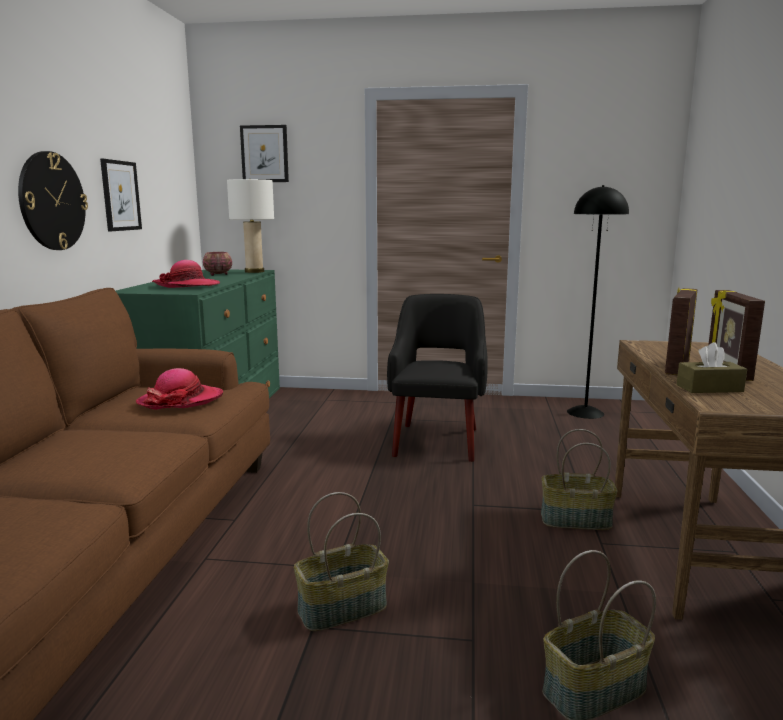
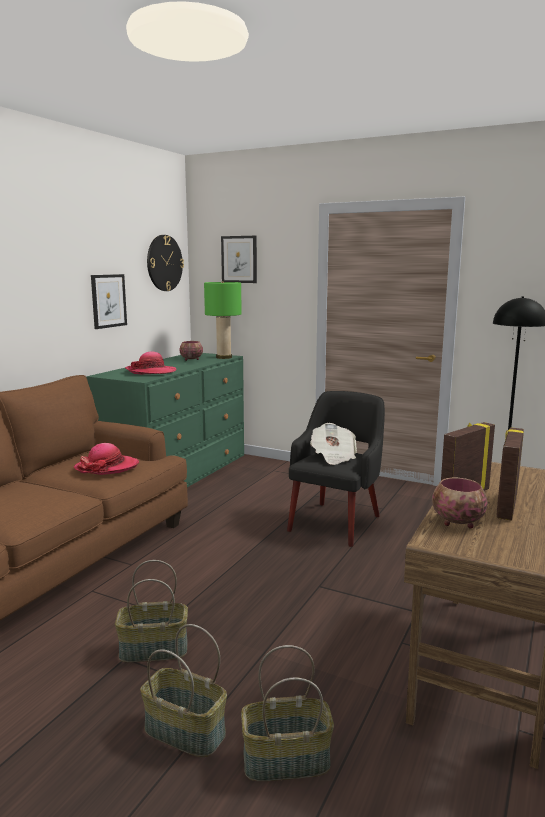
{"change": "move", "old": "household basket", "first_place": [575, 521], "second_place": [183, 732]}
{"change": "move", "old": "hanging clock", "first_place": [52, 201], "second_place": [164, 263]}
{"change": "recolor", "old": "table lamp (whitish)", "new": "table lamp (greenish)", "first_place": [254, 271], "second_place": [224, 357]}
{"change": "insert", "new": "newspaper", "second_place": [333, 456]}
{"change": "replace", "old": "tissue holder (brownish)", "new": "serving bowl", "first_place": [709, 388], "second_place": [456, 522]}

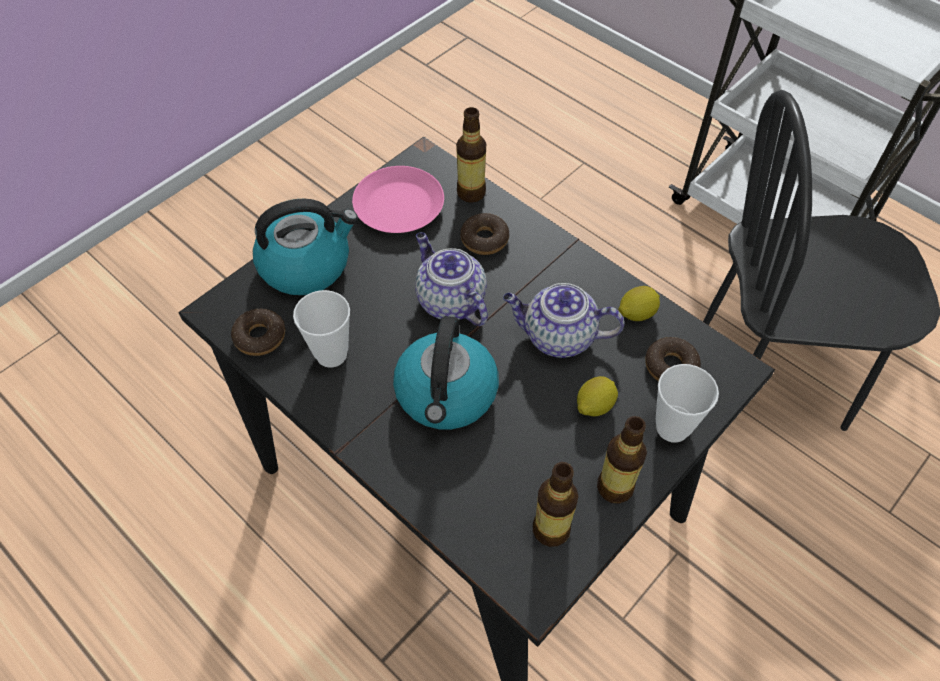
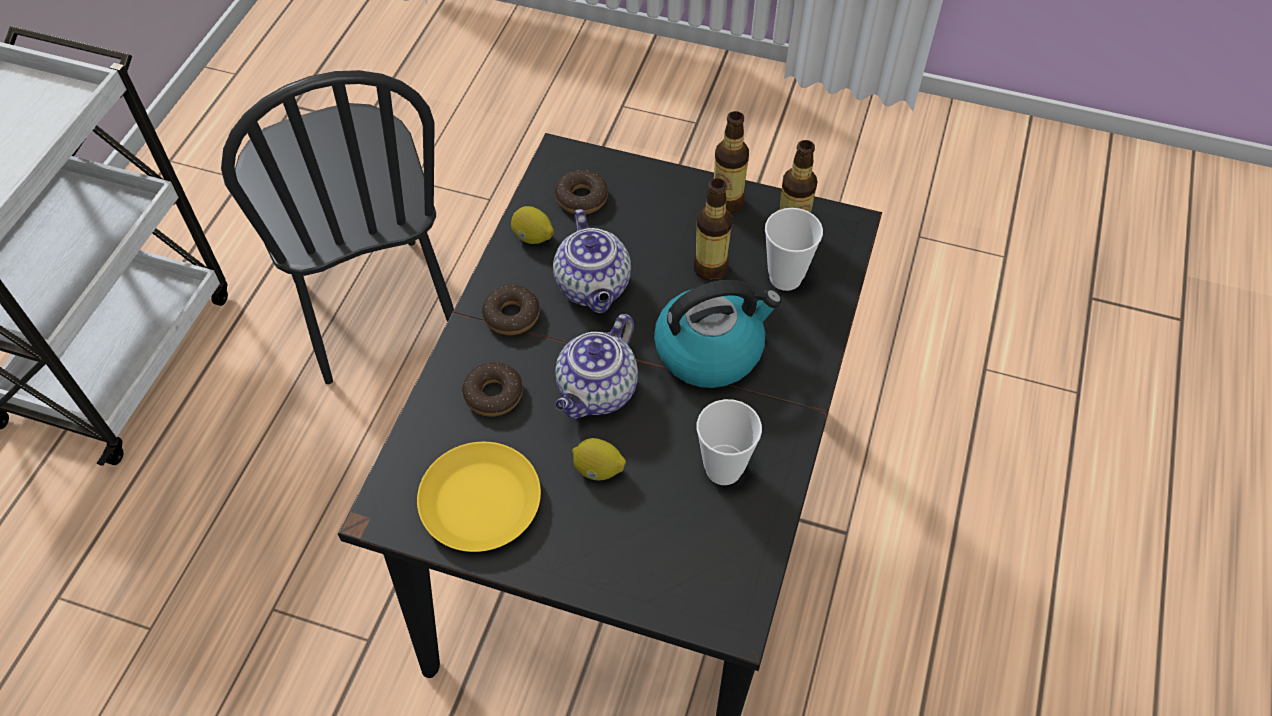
{"change": "recolor", "old": "flat dish (pink-coloured)", "new": "flat dish (yellow-coloured)", "first_place": [400, 207], "second_place": [480, 501]}
{"change": "move", "old": "doughnut", "first_place": [260, 337], "second_place": [511, 315]}
{"change": "move", "old": "whole lemon", "first_place": [594, 406], "second_place": [598, 470]}
{"change": "move", "old": "drink bottle", "first_place": [471, 192], "second_place": [710, 268]}
{"change": "move", "old": "small cup", "first_place": [672, 428], "second_place": [785, 278]}
{"change": "delete", "old": "water kettle", "first_place": [306, 265]}

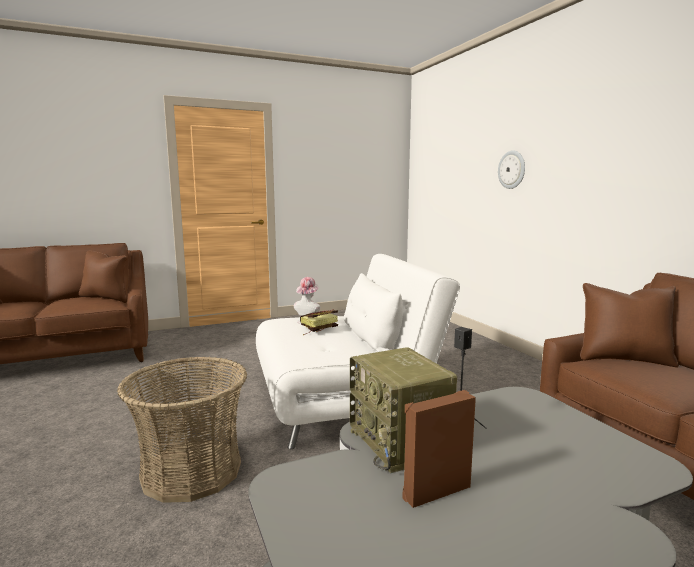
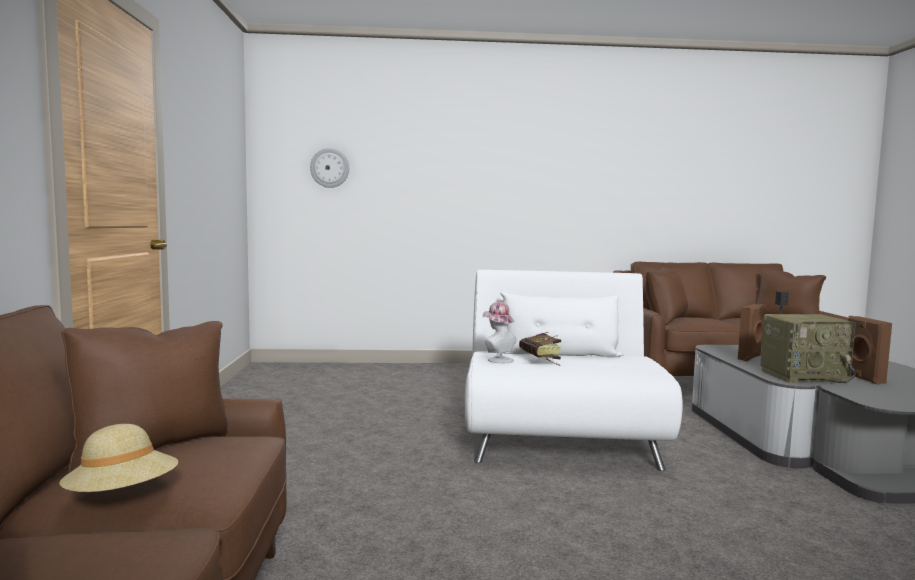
{"change": "insert", "new": "hat (beige-coloured)", "second_place": [122, 496]}
{"change": "move", "old": "hanging clock", "first_place": [512, 169], "second_place": [330, 168]}
{"change": "insert", "new": "loudspeaker (brownish)", "second_place": [750, 358]}
{"change": "delete", "old": "household basket", "first_place": [191, 471]}

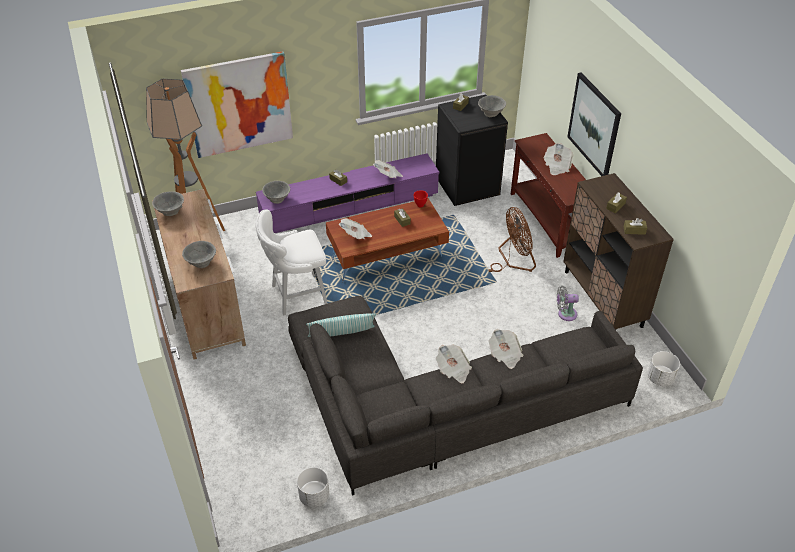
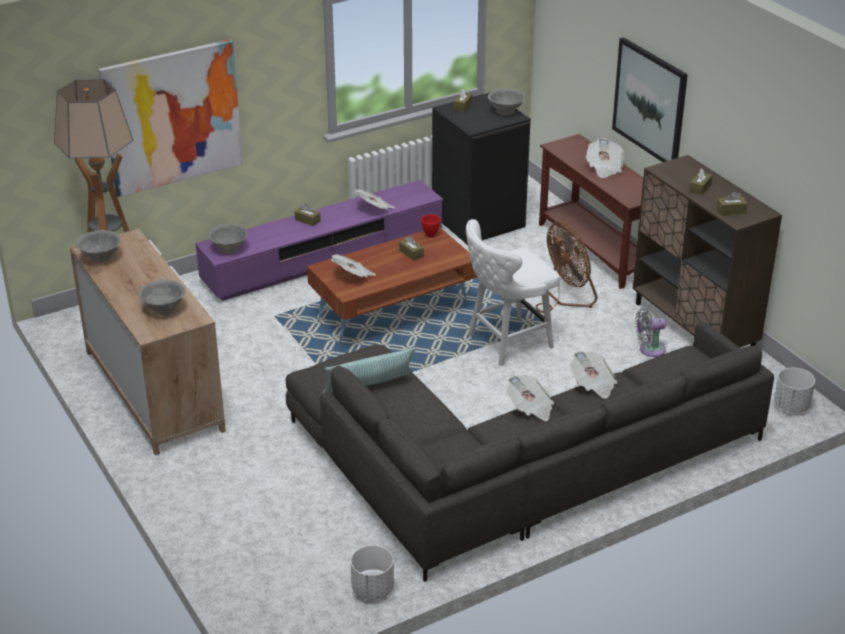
{"change": "move", "old": "sitting stool (whitish)", "first_place": [296, 295], "second_place": [506, 342]}

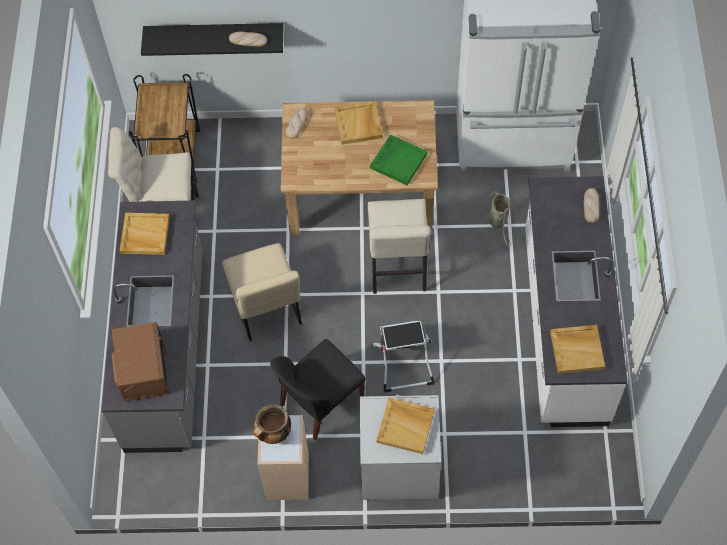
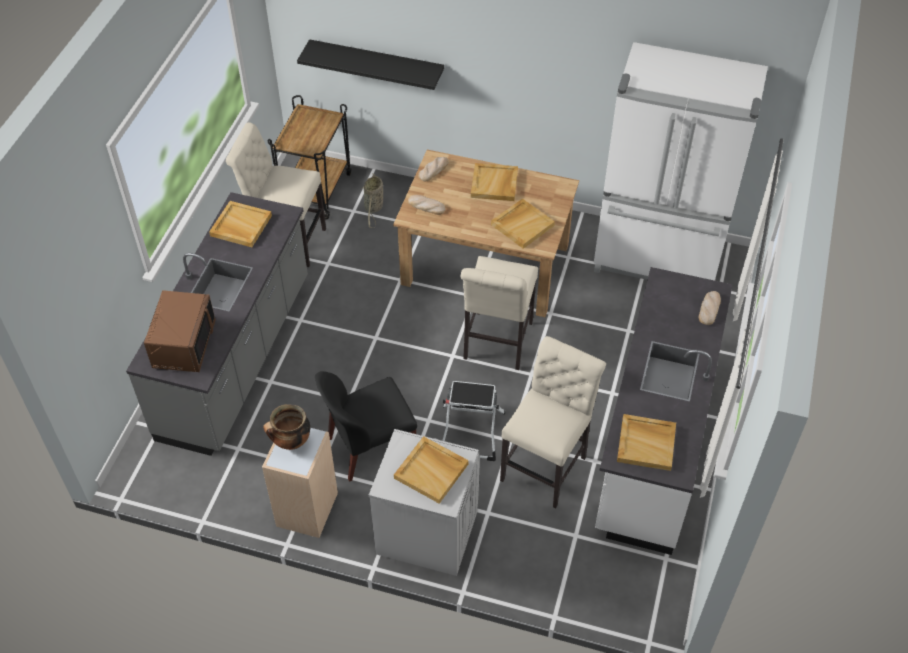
{"change": "move", "old": "household basket", "first_place": [498, 222], "second_place": [373, 208]}
{"change": "move", "old": "bread", "first_place": [248, 40], "second_place": [426, 206]}
{"change": "recolor", "old": "serving tray (greenish)", "new": "serving tray (beige-coloured)", "first_place": [398, 160], "second_place": [522, 224]}
{"change": "insert", "new": "sitting stool (beige-coloured)", "second_place": [547, 465]}
{"change": "delete", "old": "plain chair (beige-coloured)", "first_place": [266, 307]}

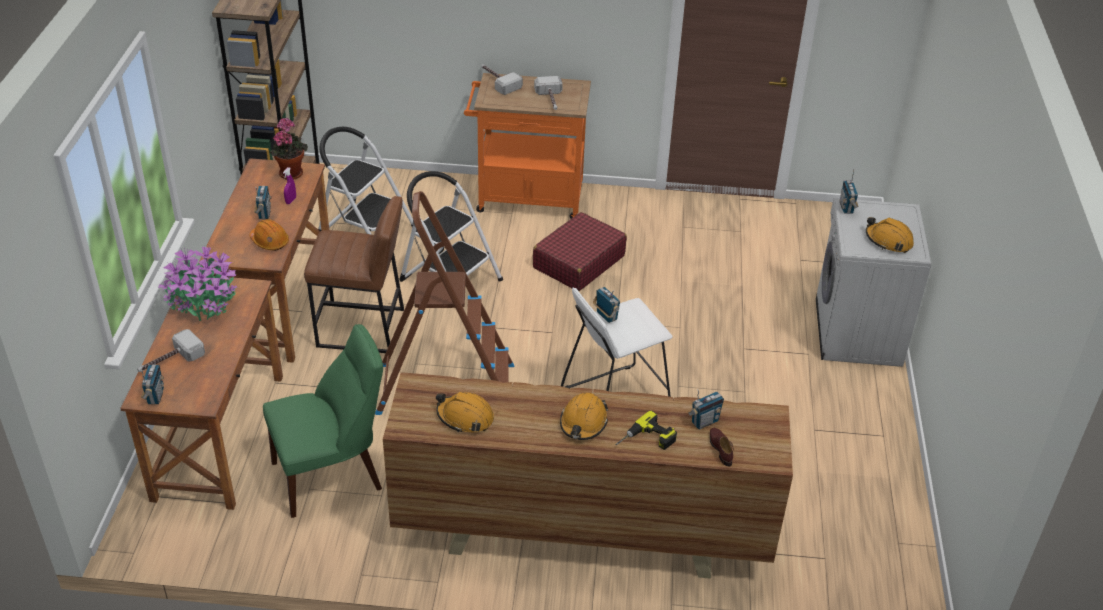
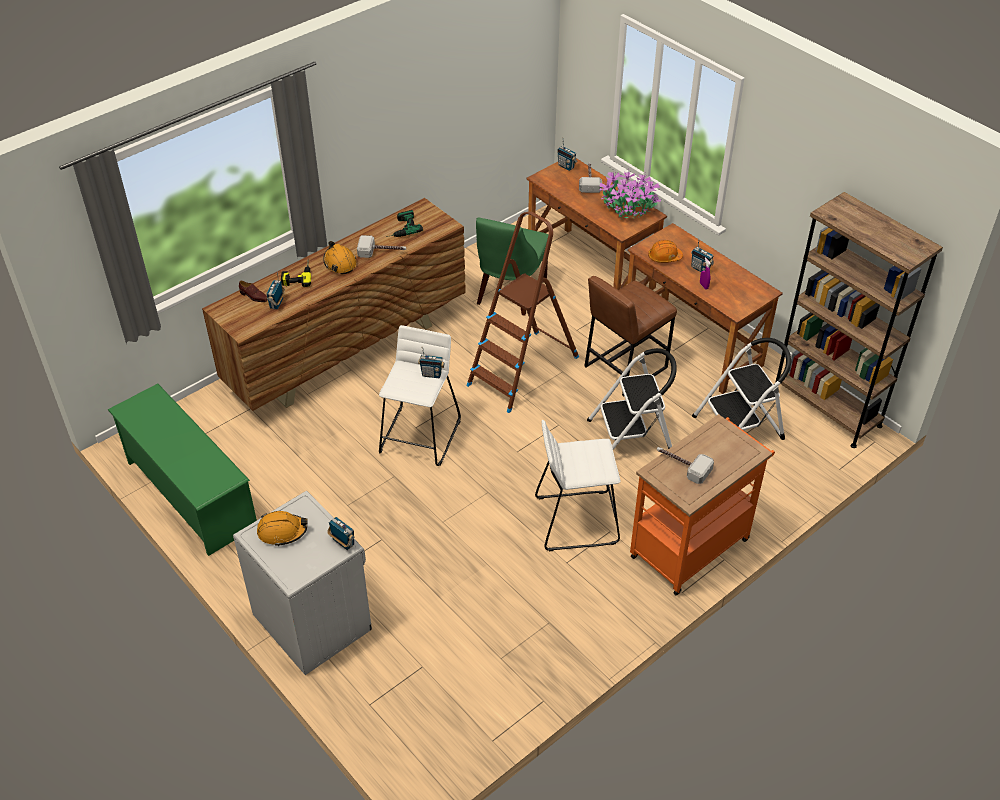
{"change": "insert", "new": "shoe shelf (greenish)", "second_place": [190, 494]}
{"change": "move", "old": "hammer", "first_place": [497, 81], "second_place": [382, 252]}
{"change": "replace", "old": "safety helmet (orange)", "new": "electric drill", "first_place": [465, 417], "second_place": [400, 228]}
{"change": "replace", "old": "piece of luggage (red)", "new": "sitting stool (whitish)", "first_place": [578, 262], "second_place": [576, 520]}
{"change": "delete", "old": "potted plant", "first_place": [291, 172]}

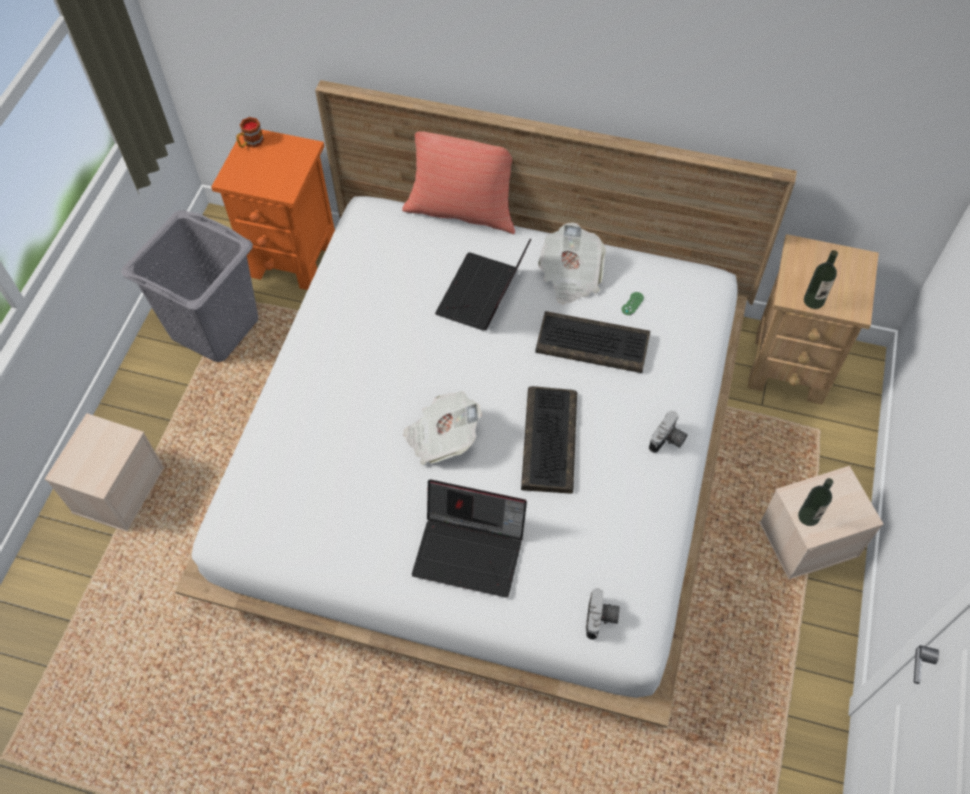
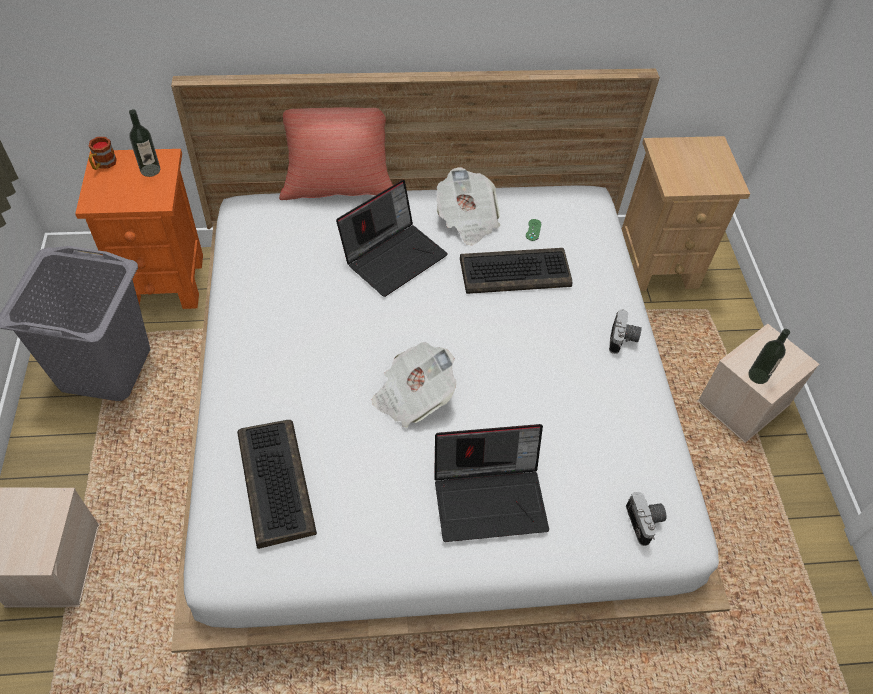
{"change": "move", "old": "drink bottle", "first_place": [813, 301], "second_place": [150, 170]}
{"change": "move", "old": "keyboard", "first_place": [548, 439], "second_place": [274, 482]}
{"change": "rotate", "old": "laptop", "first_place": [483, 296], "second_place": [394, 256], "degrees": -135}

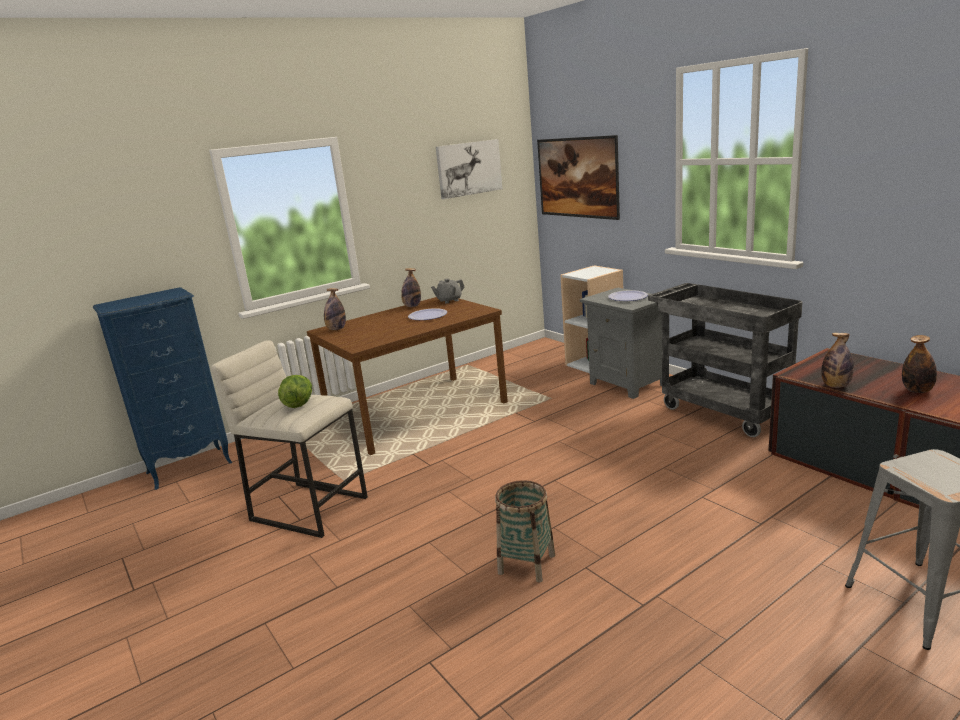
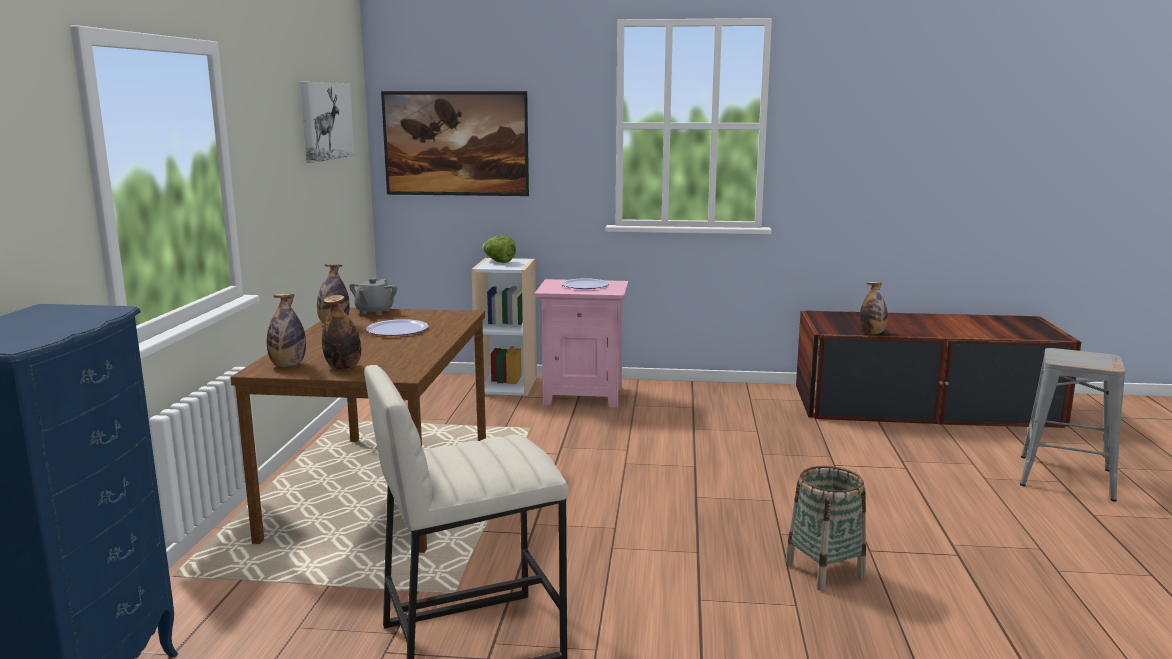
{"change": "move", "old": "drink bottle", "first_place": [917, 390], "second_place": [343, 367]}
{"change": "move", "old": "head of lettuce", "first_place": [299, 403], "second_place": [498, 262]}
{"change": "recolor", "old": "night table (greyish)", "new": "night table (pink-coloured)", "first_place": [627, 384], "second_place": [584, 396]}
{"change": "delete", "old": "trolley (black)", "first_place": [718, 413]}

